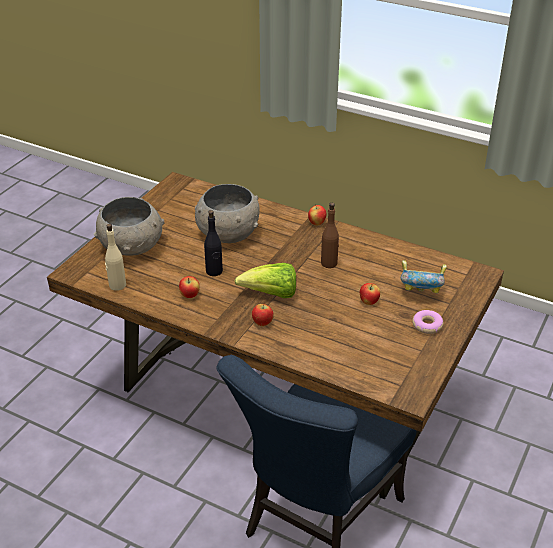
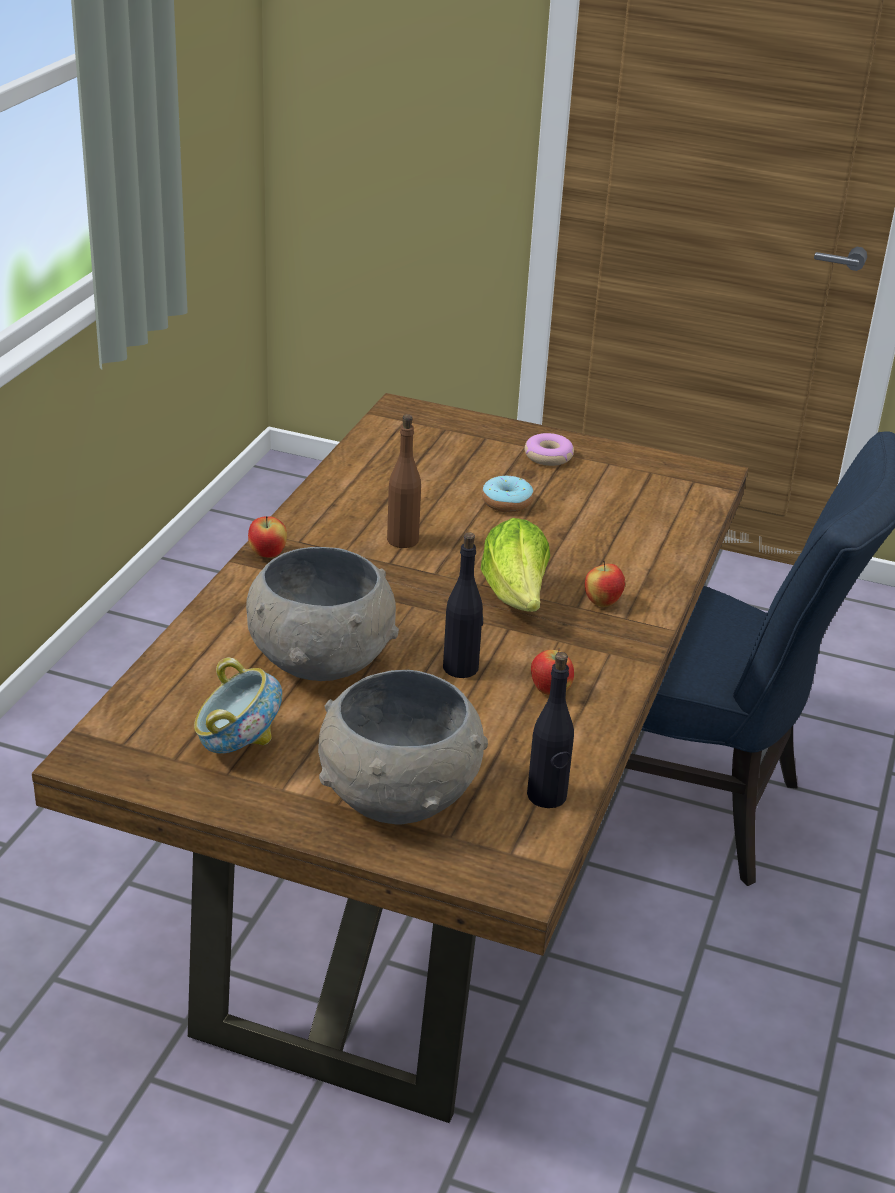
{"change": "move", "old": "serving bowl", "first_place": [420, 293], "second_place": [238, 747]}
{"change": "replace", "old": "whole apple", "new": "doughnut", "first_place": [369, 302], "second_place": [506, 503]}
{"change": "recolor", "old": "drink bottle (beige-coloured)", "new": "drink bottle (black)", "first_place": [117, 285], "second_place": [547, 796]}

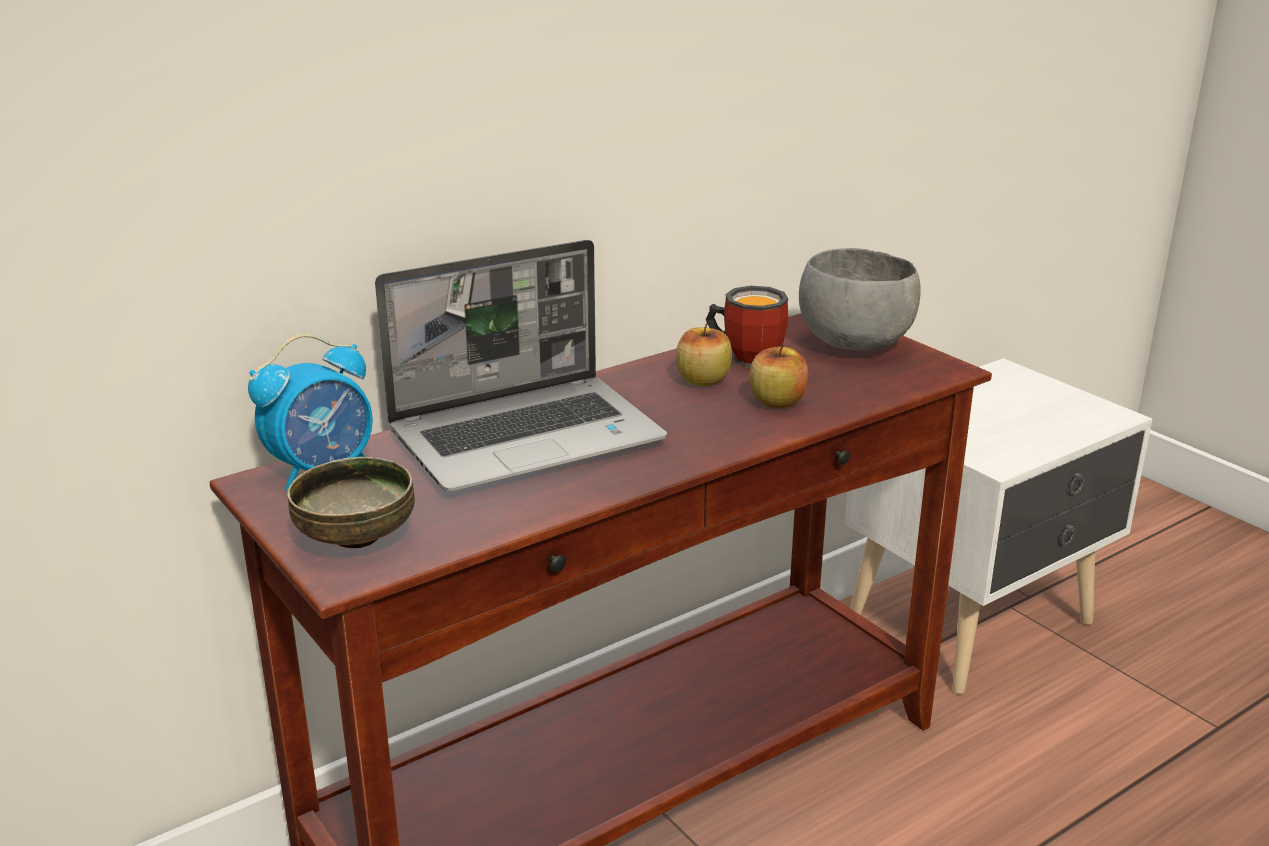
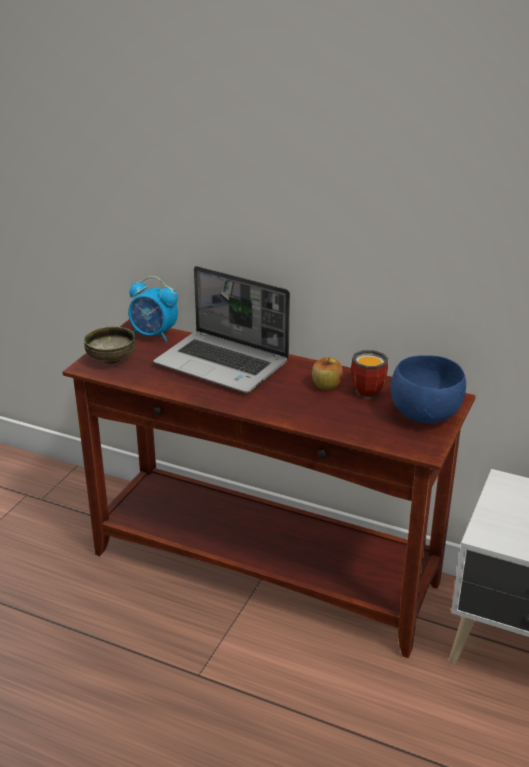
{"change": "recolor", "old": "serving bowl (greyish)", "new": "serving bowl (blue)", "first_place": [853, 343], "second_place": [425, 414]}
{"change": "delete", "old": "whole apple", "first_place": [777, 402]}

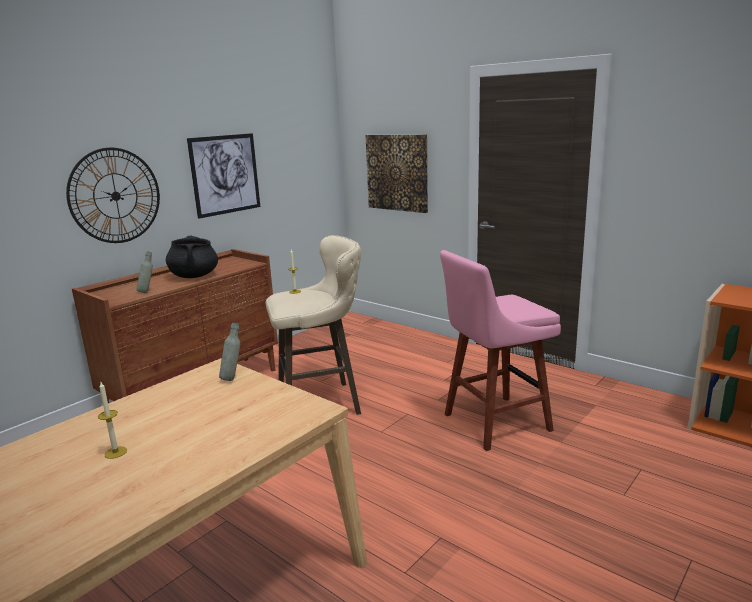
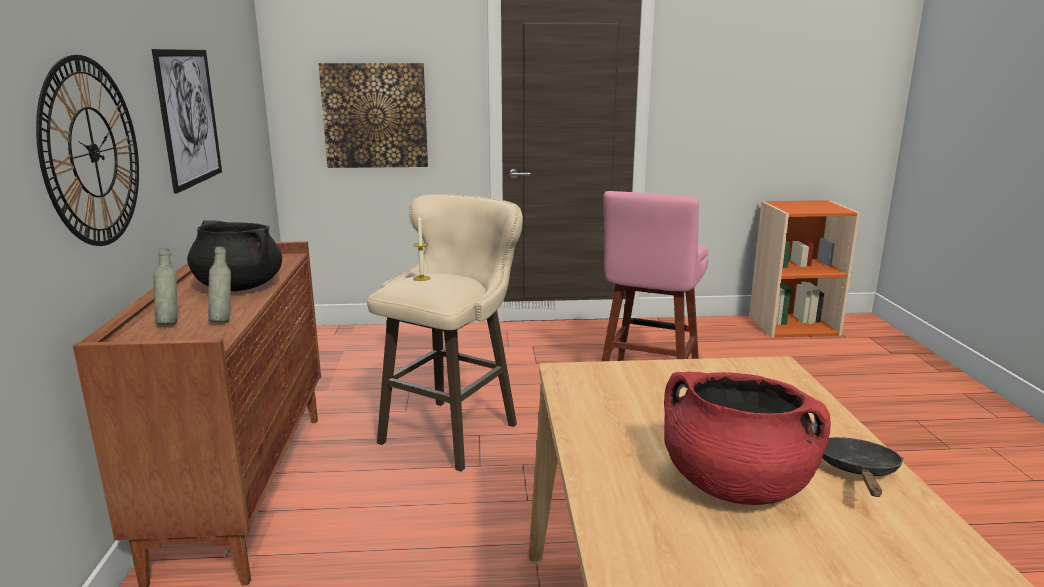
{"change": "move", "old": "drink bottle (greyish)", "first_place": [233, 378], "second_place": [170, 323]}
{"change": "replace", "old": "wax light", "new": "stockpot (red)", "first_place": [115, 452], "second_place": [735, 485]}
{"change": "insert", "new": "frying pan (black)", "second_place": [858, 471]}

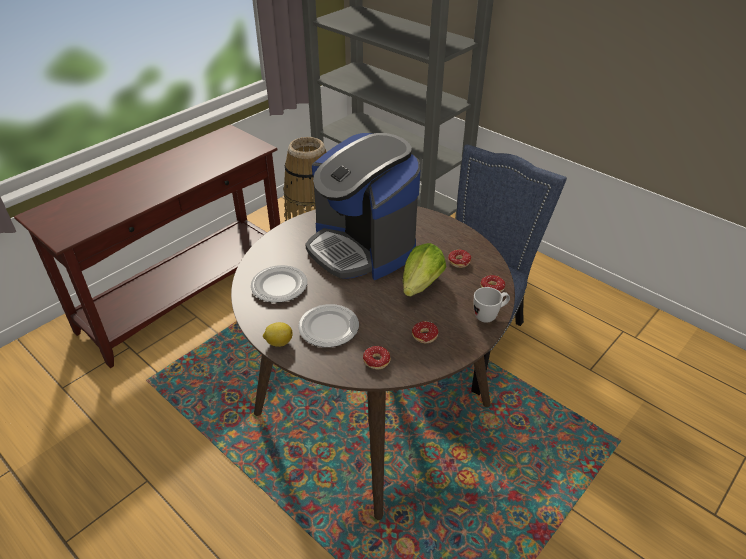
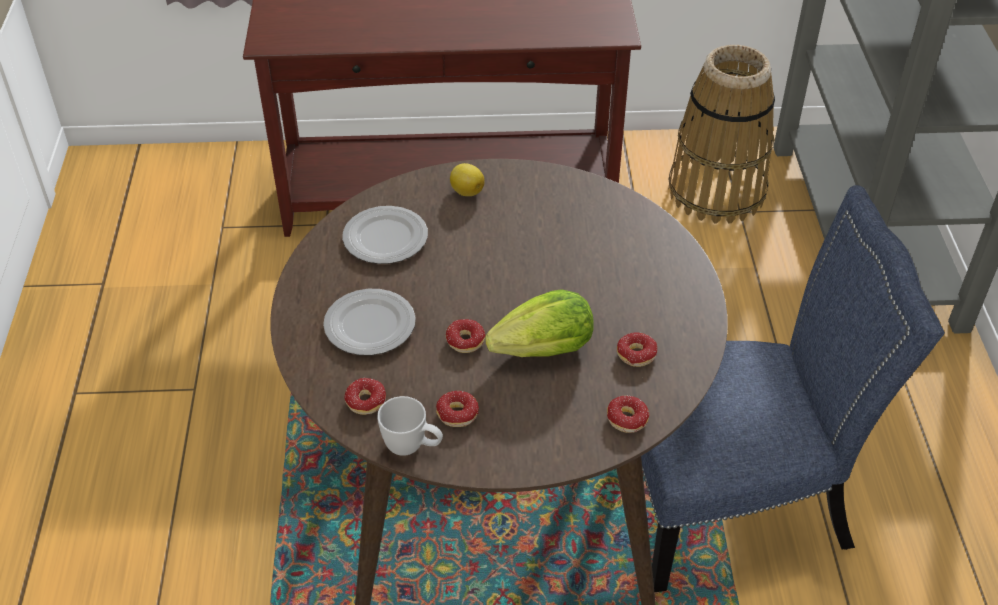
{"change": "move", "old": "mug (whitish)", "first_place": [489, 315], "second_place": [412, 447]}
{"change": "insert", "new": "doughnut", "second_place": [458, 343]}
{"change": "move", "old": "whole lemon", "first_place": [278, 342], "second_place": [466, 191]}
{"change": "delete", "old": "coffee maker", "first_place": [362, 247]}

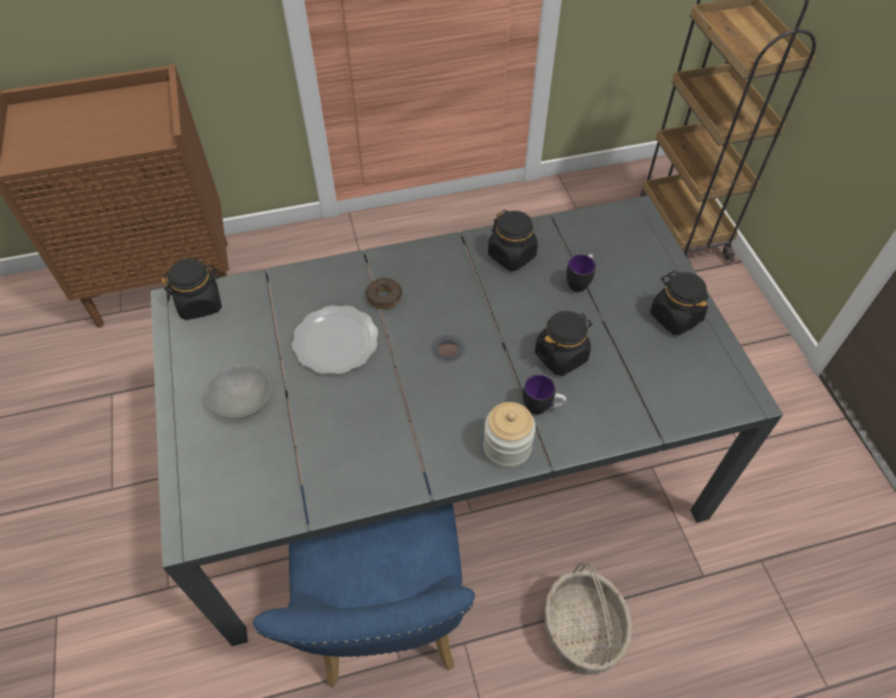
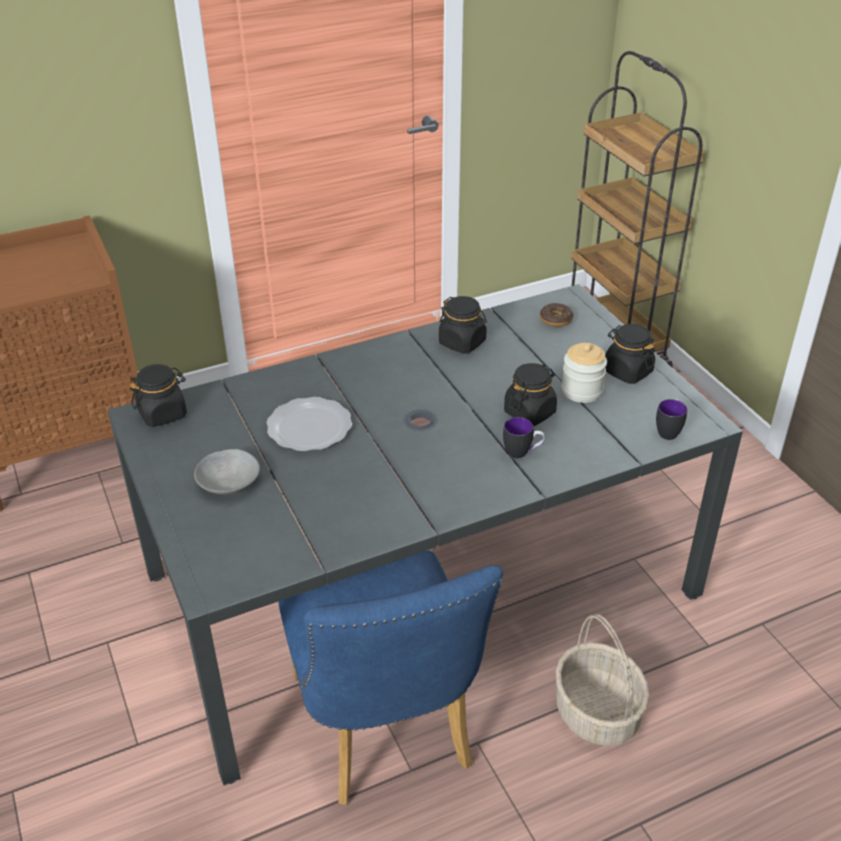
{"change": "move", "old": "doughnut", "first_place": [384, 297], "second_place": [556, 319]}
{"change": "move", "old": "storage jar", "first_place": [507, 447], "second_place": [582, 391]}
{"change": "move", "old": "mug", "first_place": [580, 282], "second_place": [669, 431]}

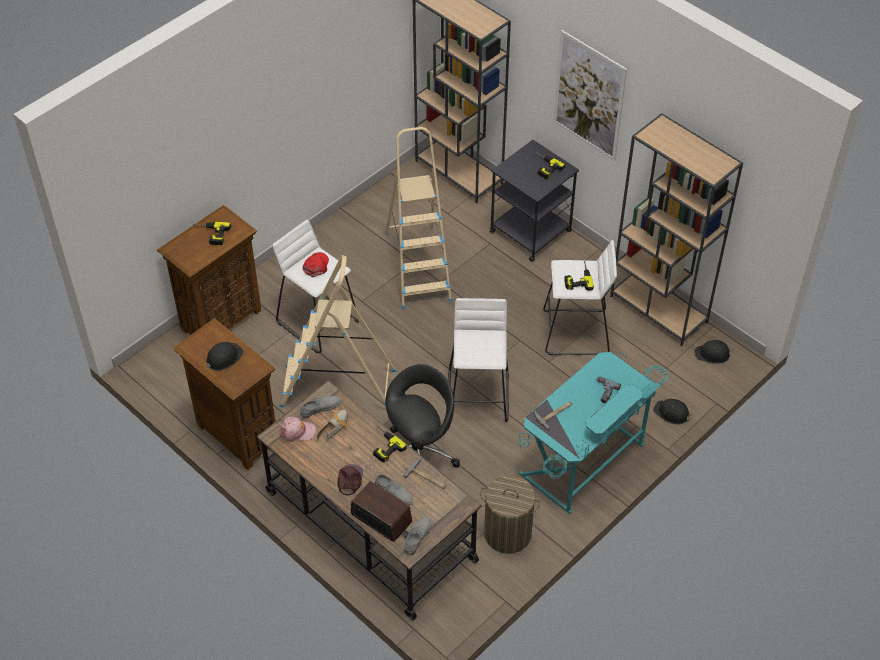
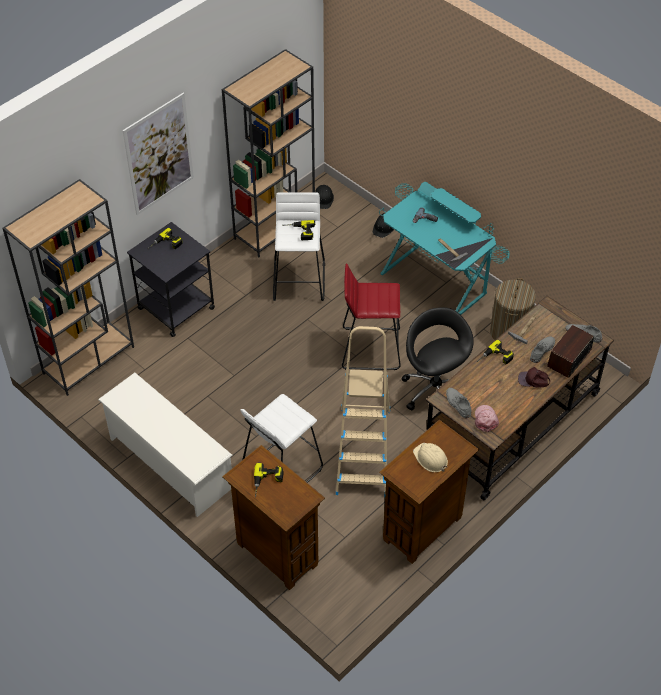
{"change": "insert", "new": "shoe shelf (whitish)", "second_place": [170, 463]}
{"change": "recolor", "old": "sitting stool (whitish)", "new": "sitting stool (red)", "first_place": [478, 396], "second_place": [370, 348]}
{"change": "recolor", "old": "safety helmet (black)", "new": "safety helmet (beige-coloured)", "first_place": [224, 357], "second_place": [430, 459]}
{"change": "delete", "old": "cap (red)", "first_place": [316, 266]}
{"change": "delete", "old": "low shoe", "first_place": [335, 426]}
{"change": "delete", "old": "stepladder (beige-coloured)", "first_place": [418, 266]}

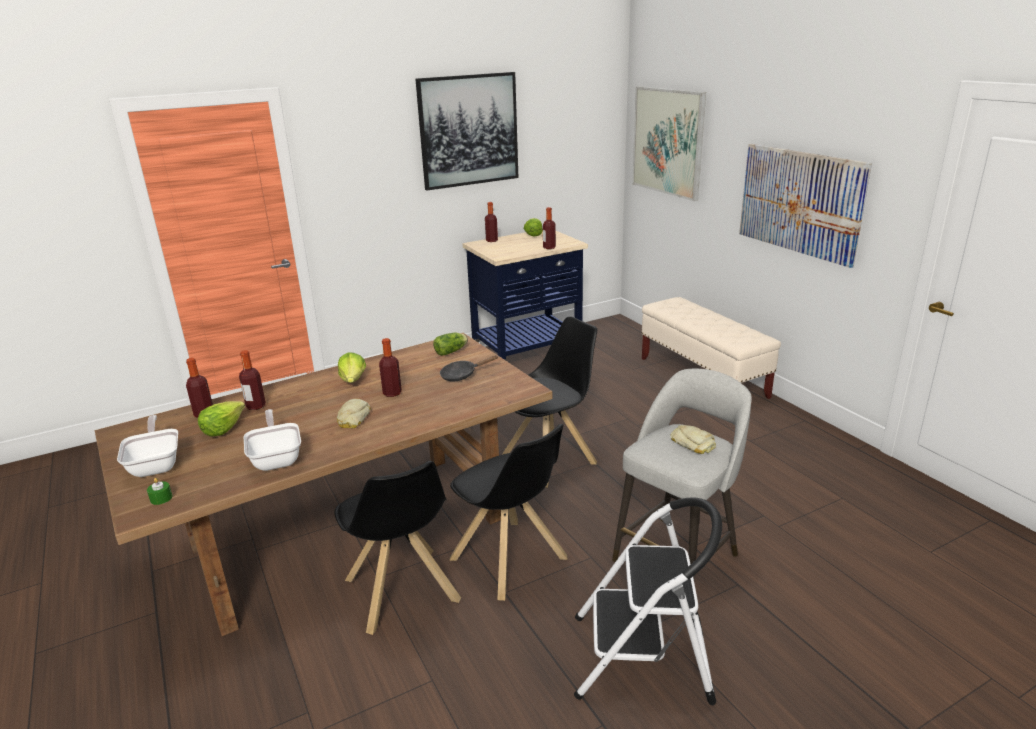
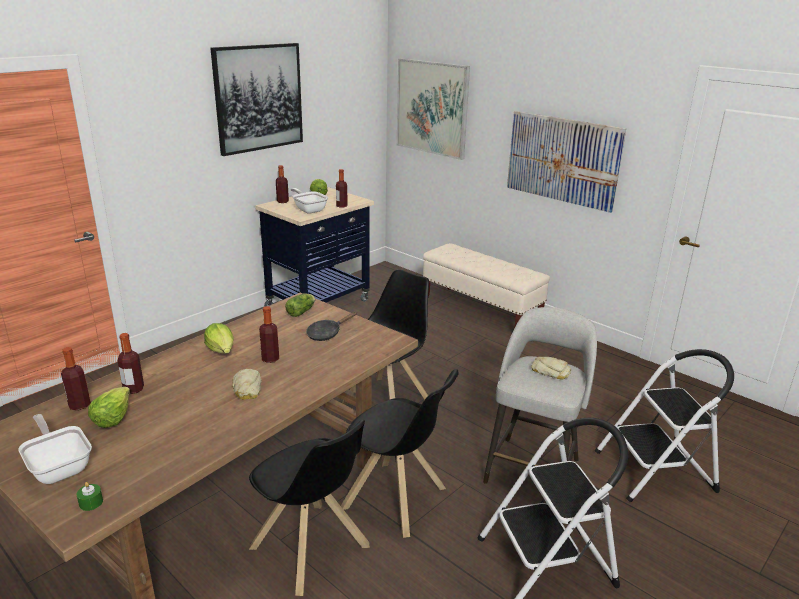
{"change": "move", "old": "frying pan", "first_place": [277, 458], "second_place": [309, 210]}
{"change": "insert", "new": "stepladder", "second_place": [658, 471]}

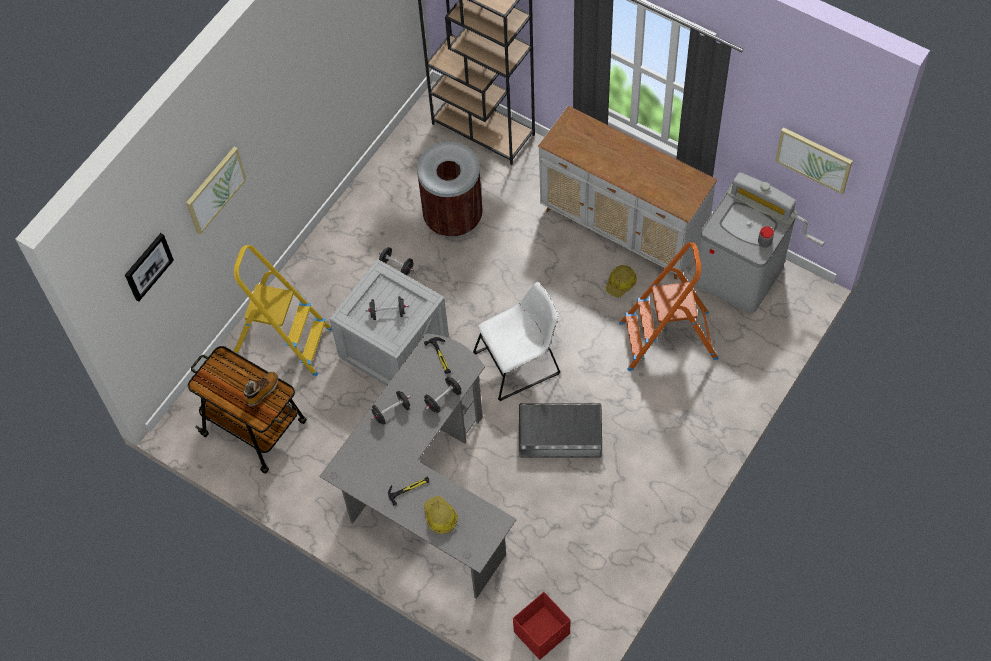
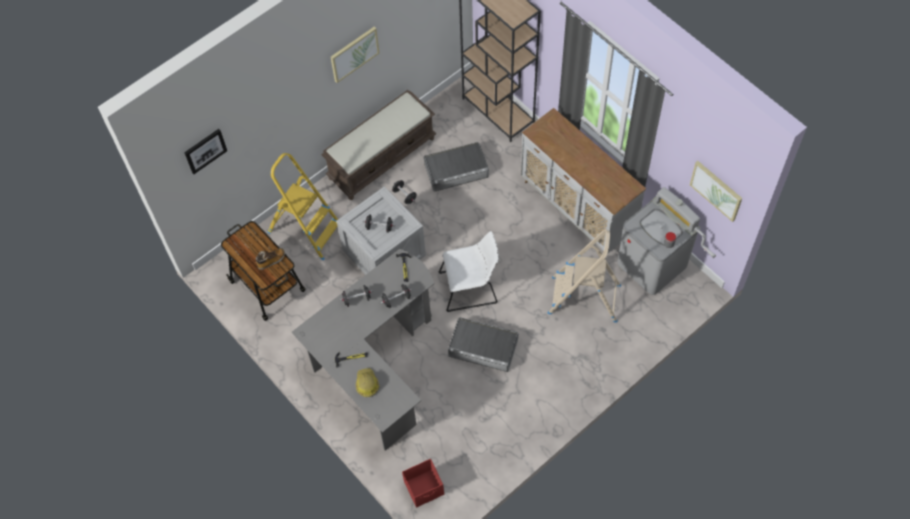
{"change": "insert", "new": "long seat (brownish)", "second_place": [382, 157]}
{"change": "move", "old": "picture", "first_place": [215, 189], "second_place": [354, 54]}
{"change": "replace", "old": "trash can (brownish)", "new": "storage box (greyish)", "first_place": [453, 217], "second_place": [456, 170]}
{"change": "recolor", "old": "stepladder (orange)", "new": "stepladder (beige-coloured)", "first_place": [667, 340], "second_place": [583, 299]}
{"change": "delete", "old": "safety helmet", "first_place": [621, 283]}

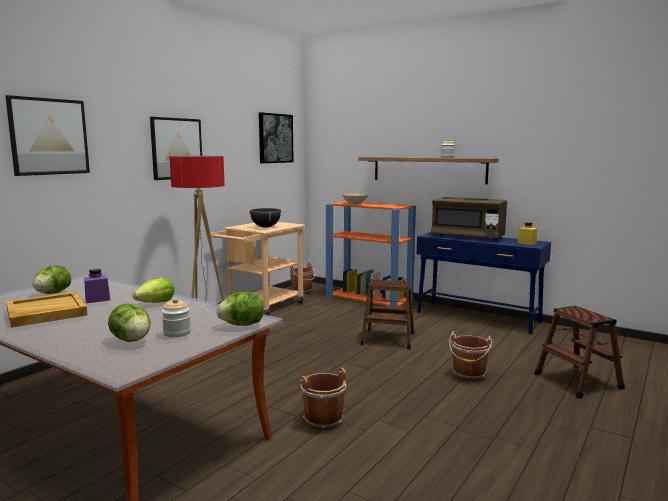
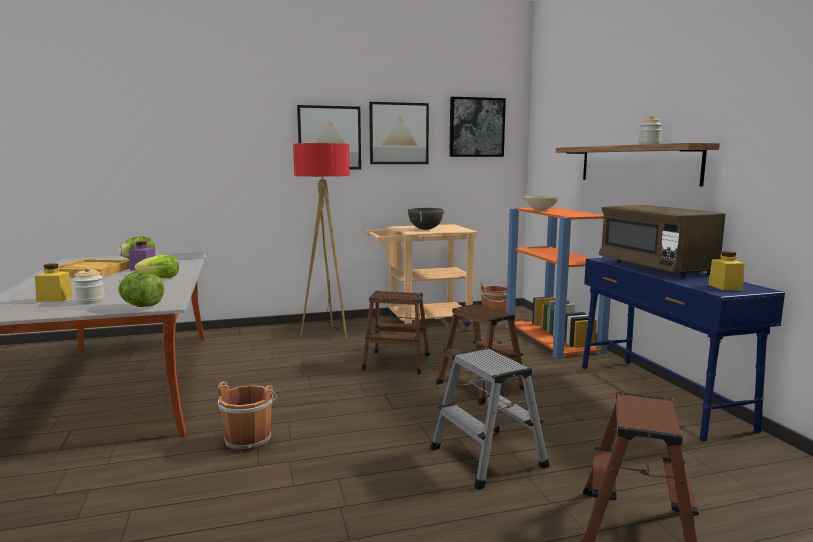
{"change": "replace", "old": "head of lettuce", "new": "storage jar (yellow-coloured)", "first_place": [132, 340], "second_place": [55, 299]}
{"change": "insert", "new": "stepladder (brownish)", "second_place": [397, 362]}
{"change": "move", "old": "picture", "first_place": [49, 136], "second_place": [399, 133]}
{"change": "replace", "old": "water bucket (brownish)", "new": "stepladder (greyish)", "first_place": [469, 374], "second_place": [488, 457]}

